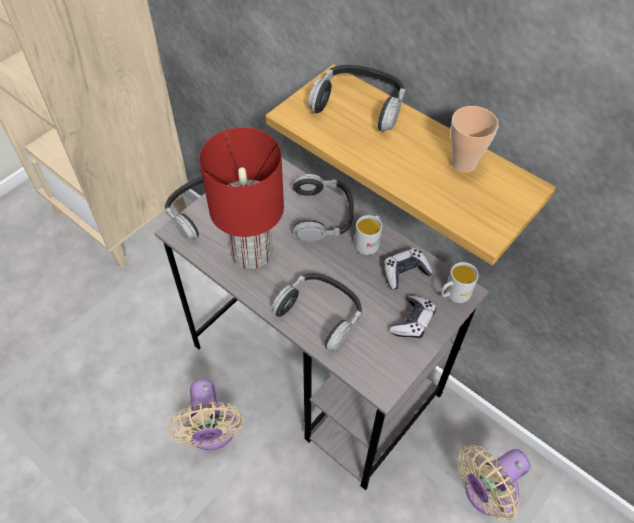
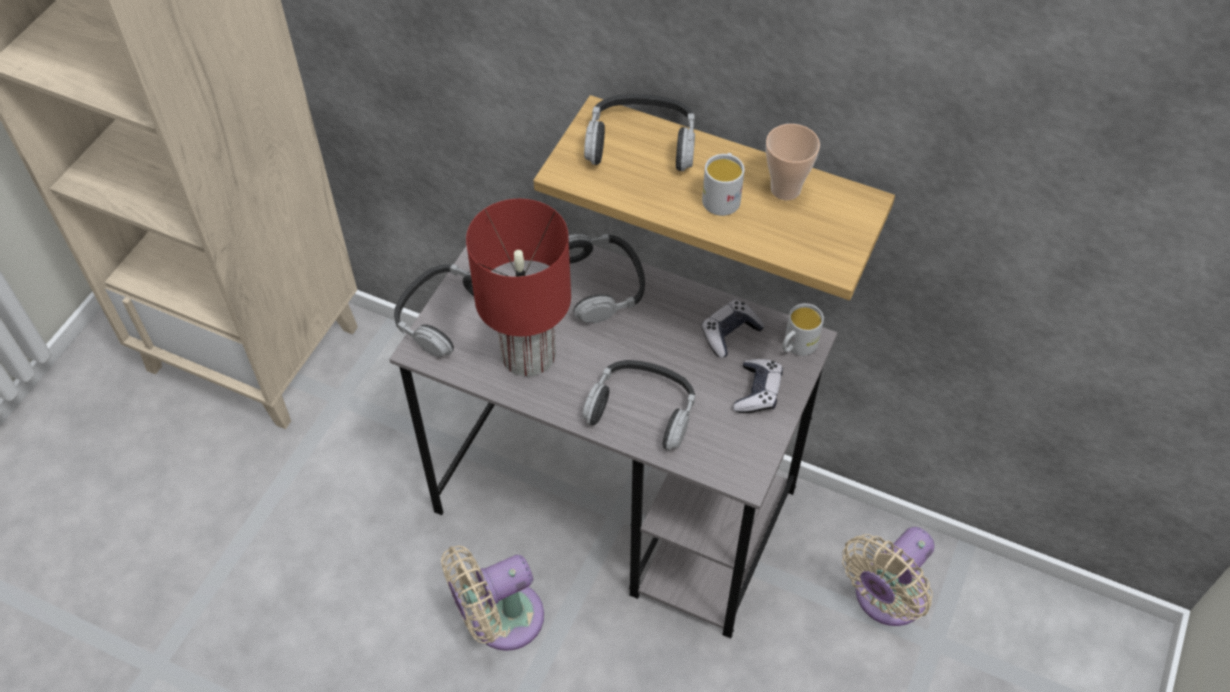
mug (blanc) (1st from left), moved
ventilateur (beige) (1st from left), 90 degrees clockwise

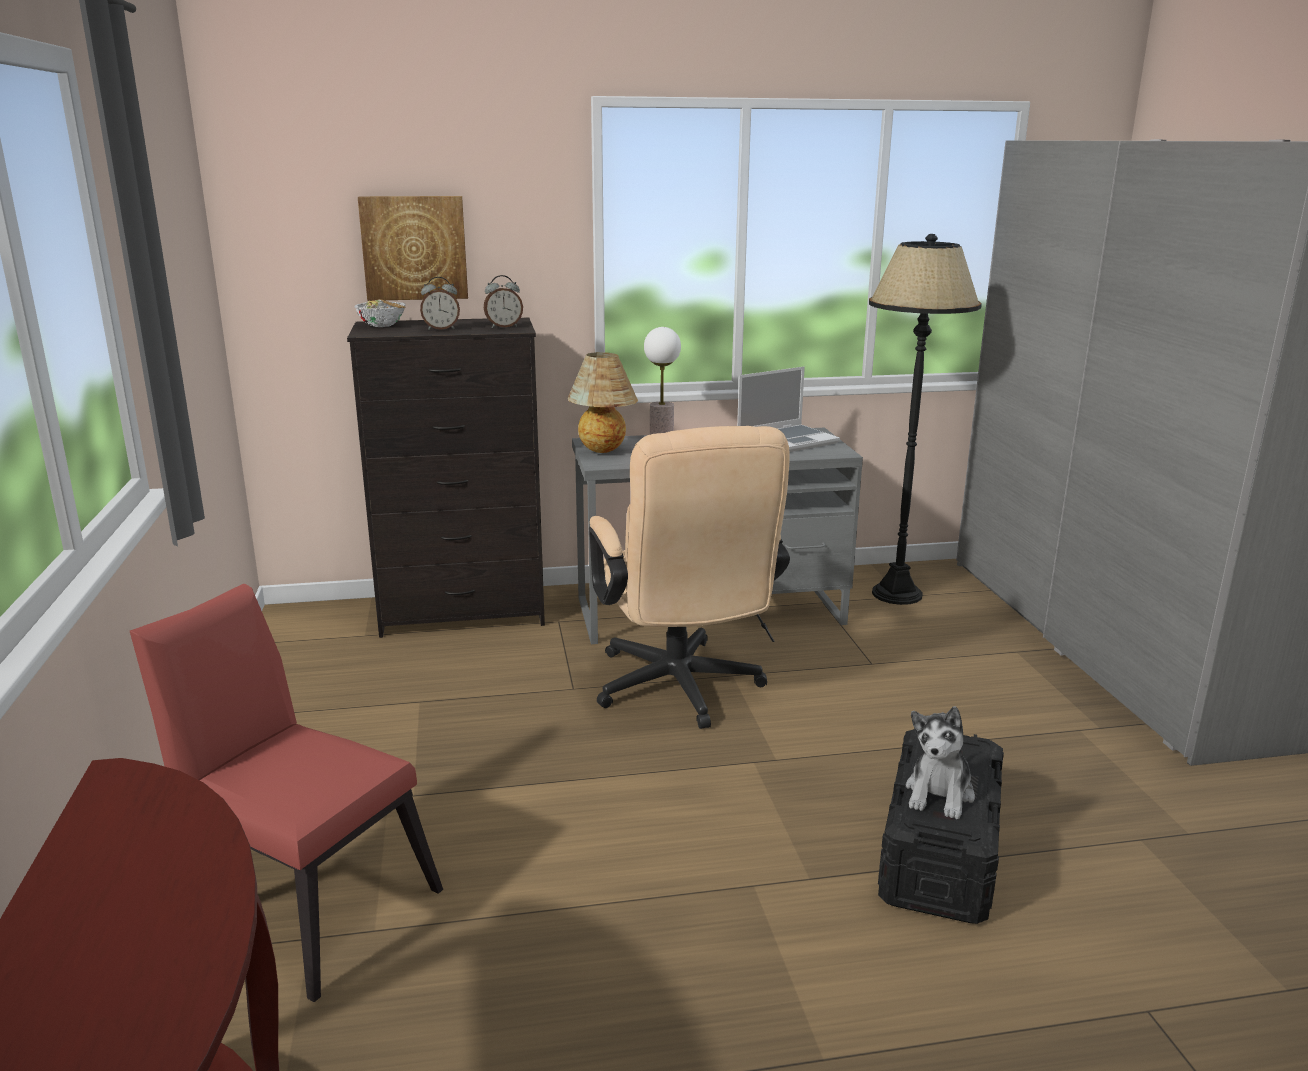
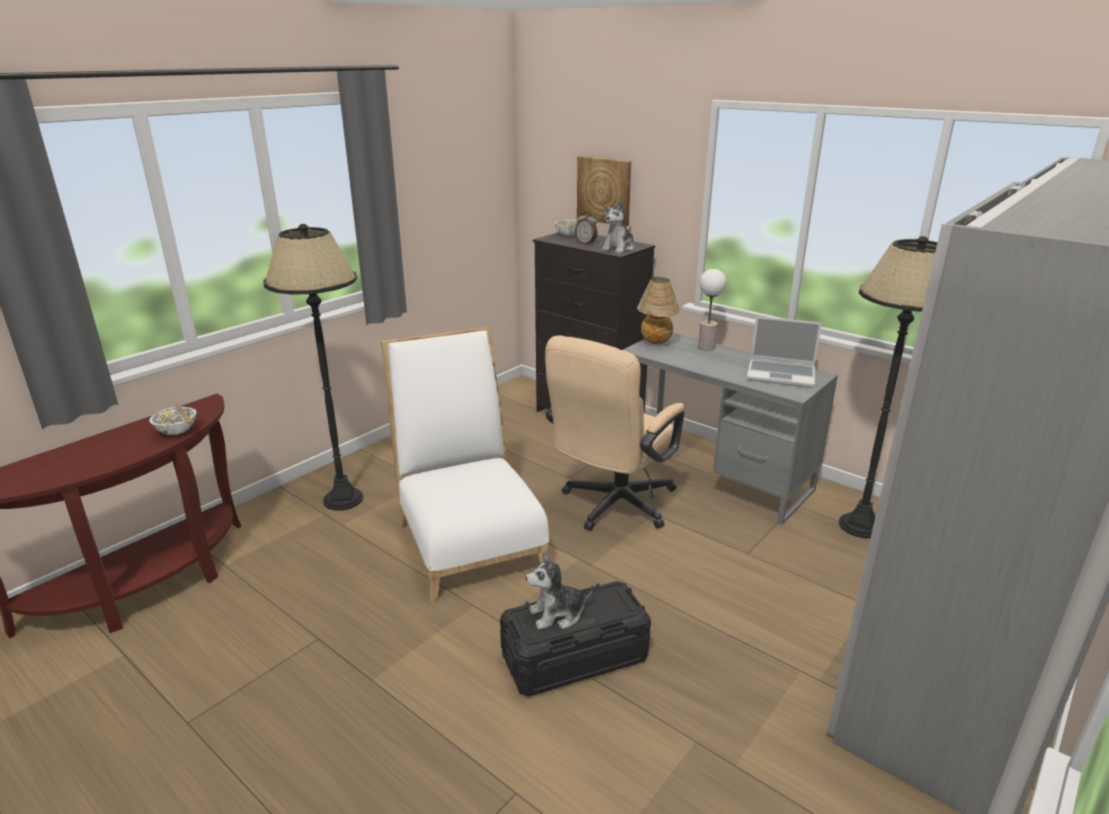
réveil (2nd from left) => peluche (2nd from left)
chaise (rouge) => lampadaire (noir) (1st from left)
nothing => chaise (blanc)
nothing => bol (1st from left)

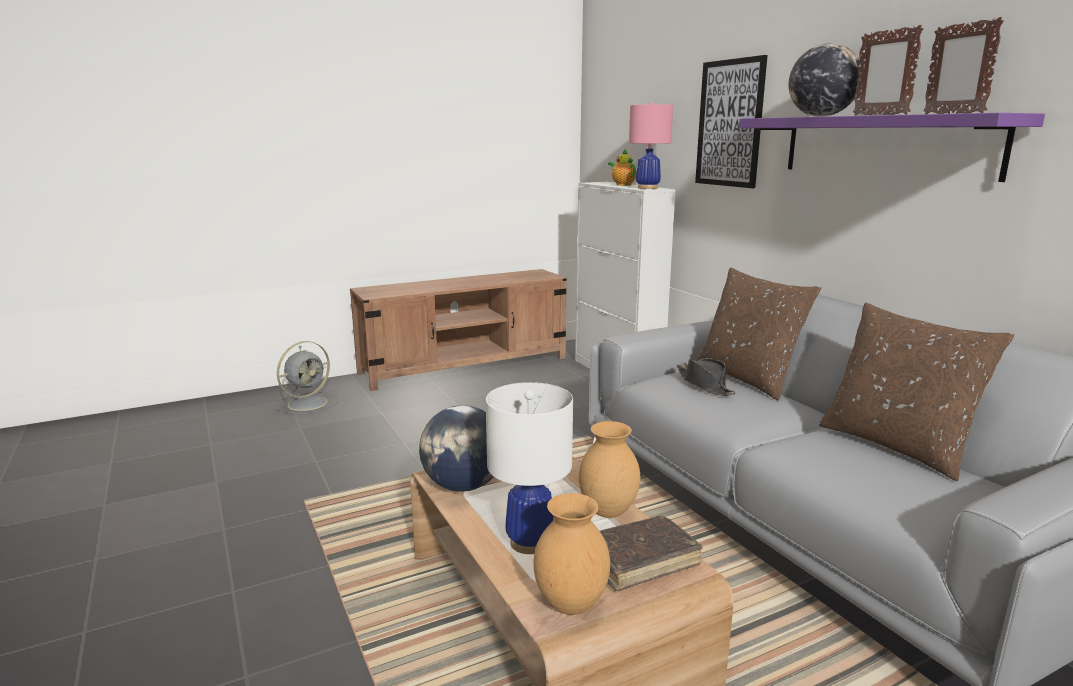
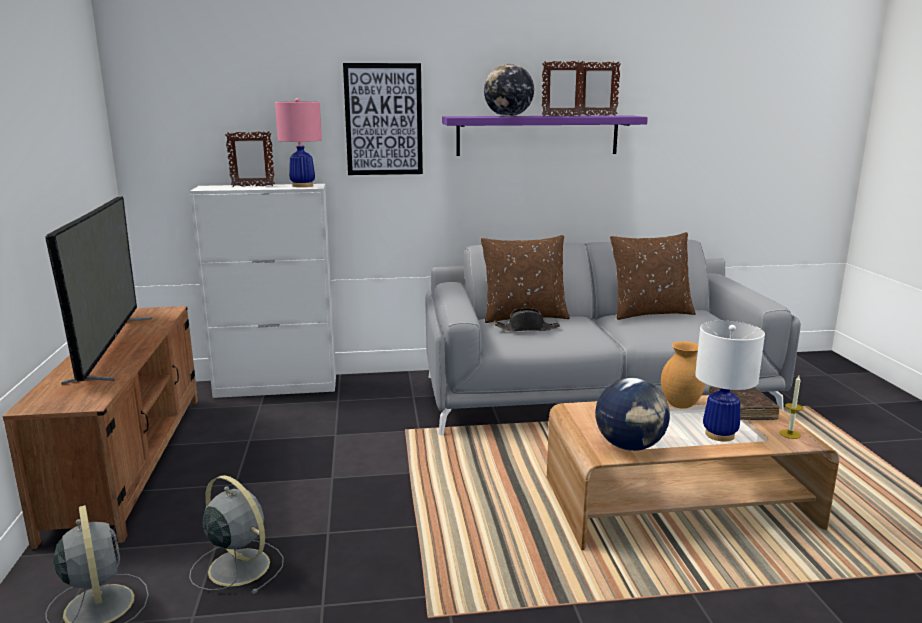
théière => cadre photo (1st from left)
vase (marron) (1st from left) => bougie
nothing => téléviseur
nothing => ventilateur (gris) (2nd from left)

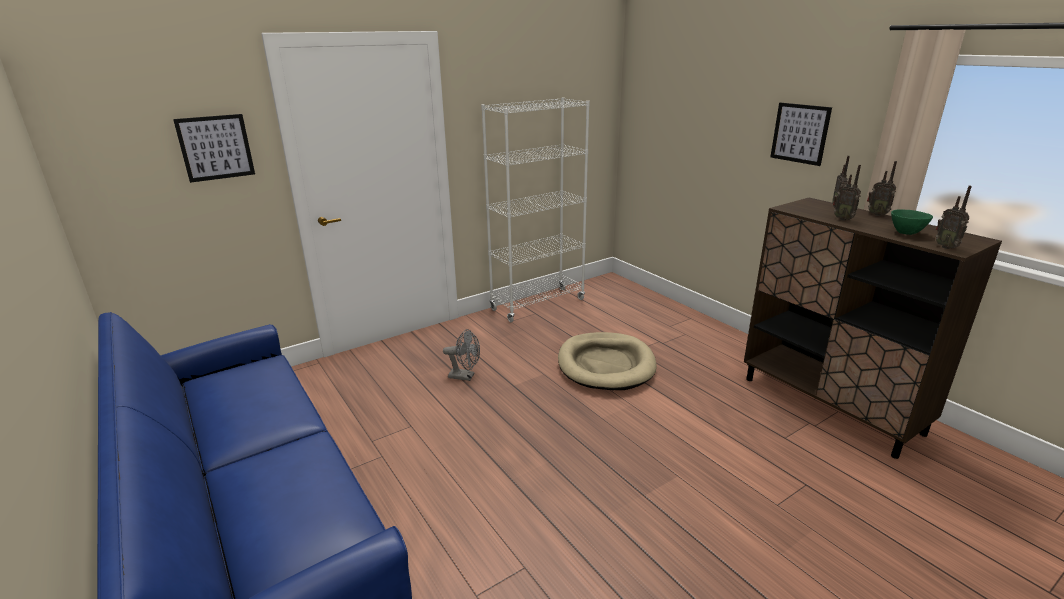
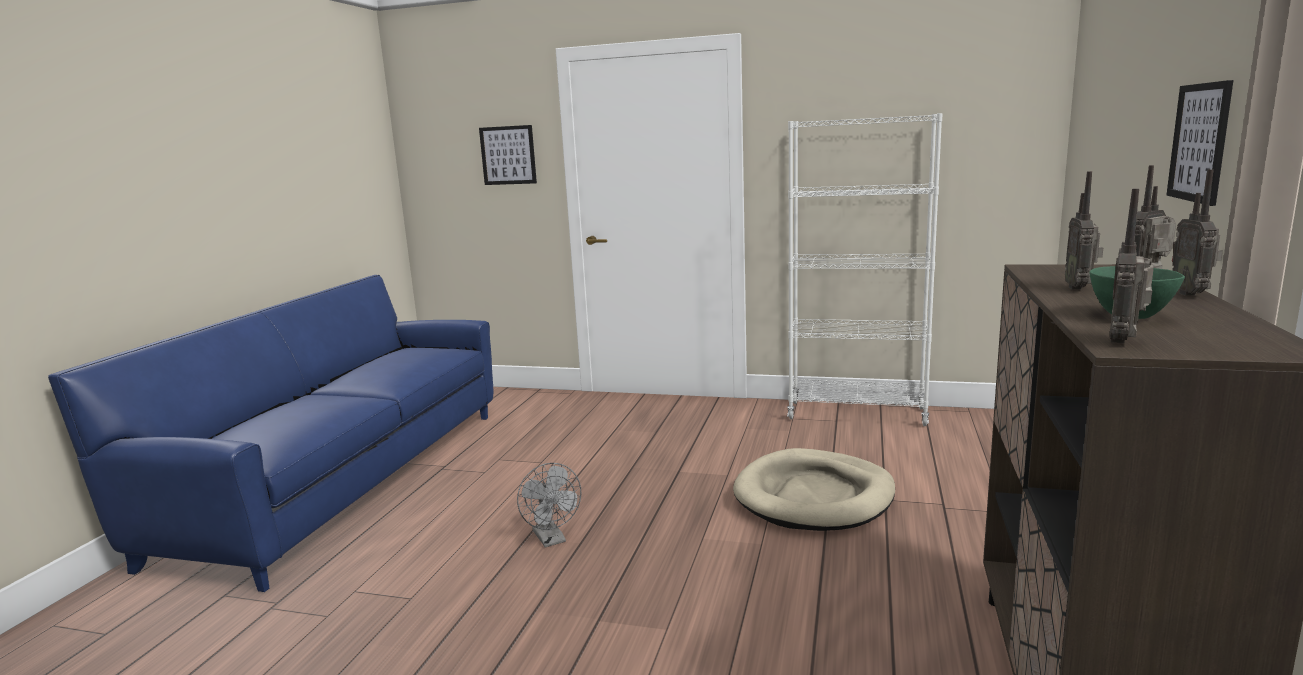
ventilateur (gris), moved

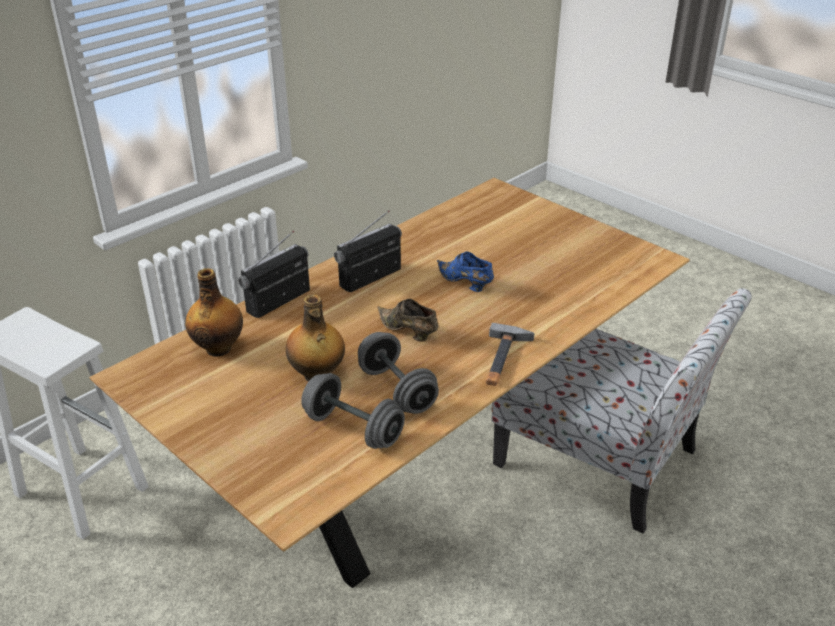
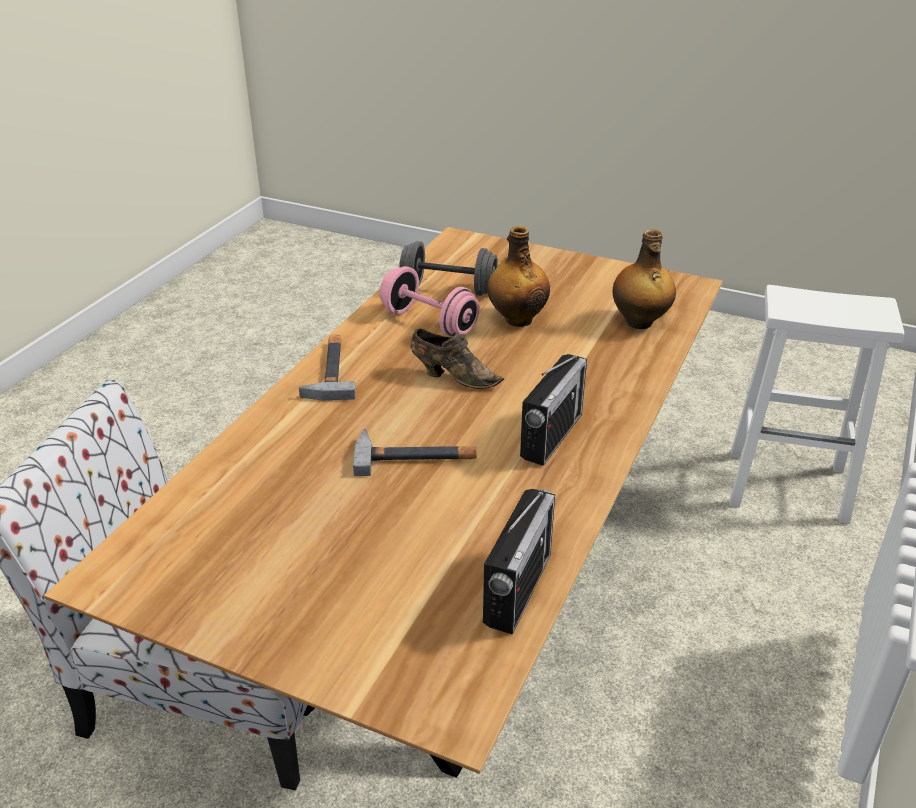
radio (1st from left), moved
chaussure (bleu) => marteau (2nd from left)
haltère (gris) (2nd from left) => haltère (rose)

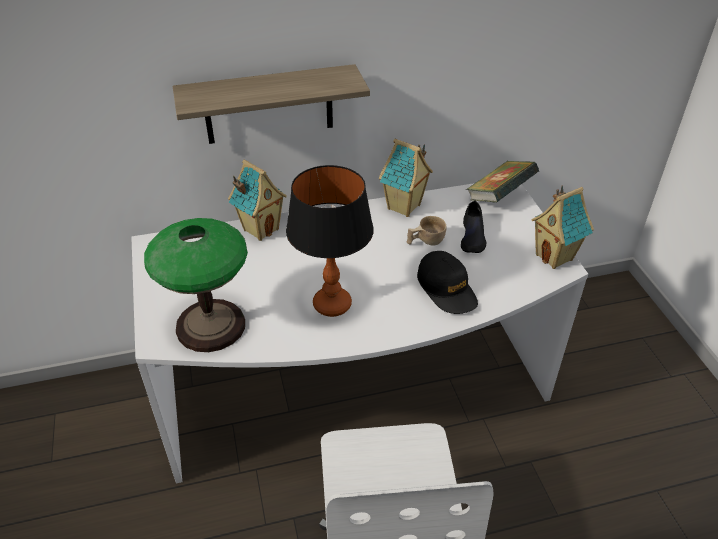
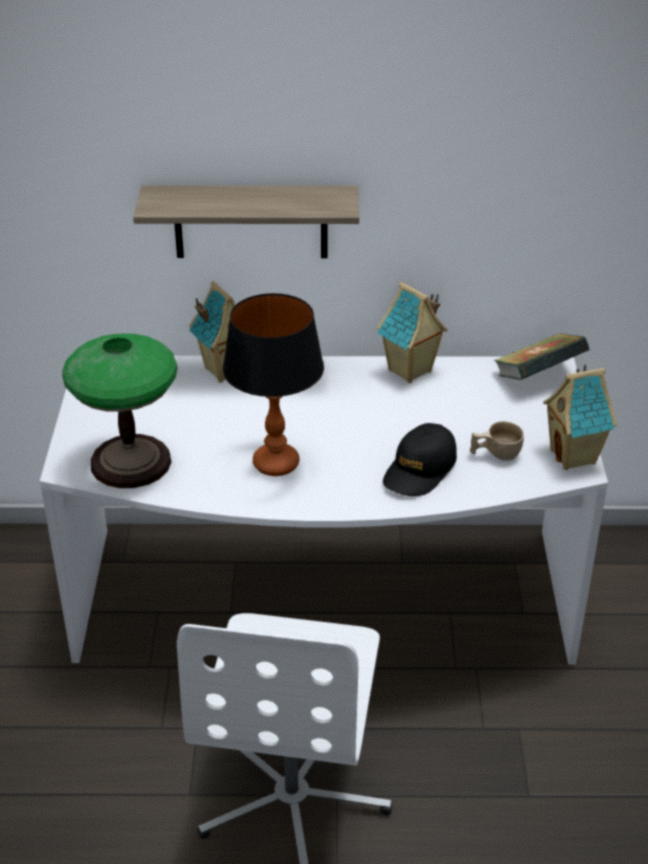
chaussure (noir) => nothing
tasse (beige), moved
casquette (noir), 45 degrees clockwise

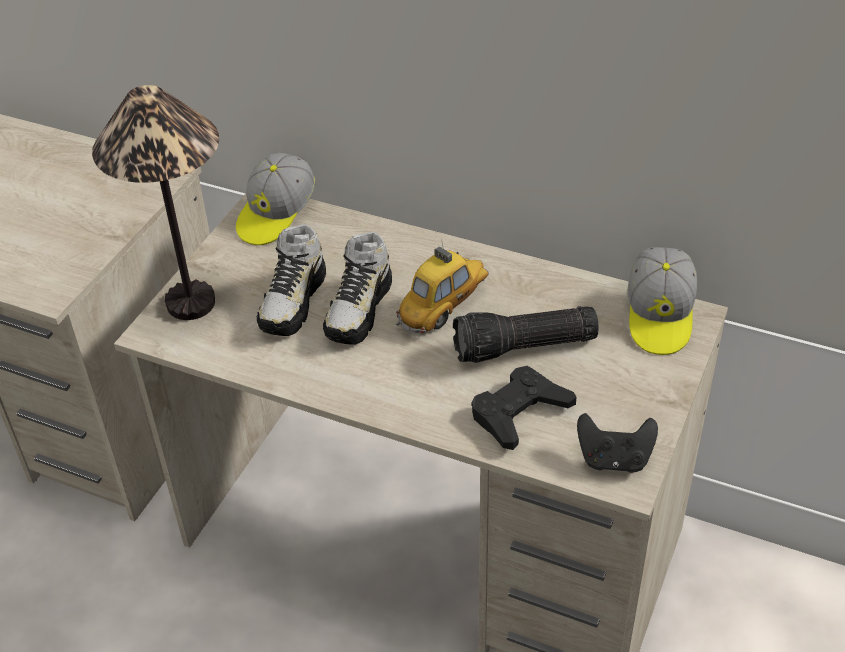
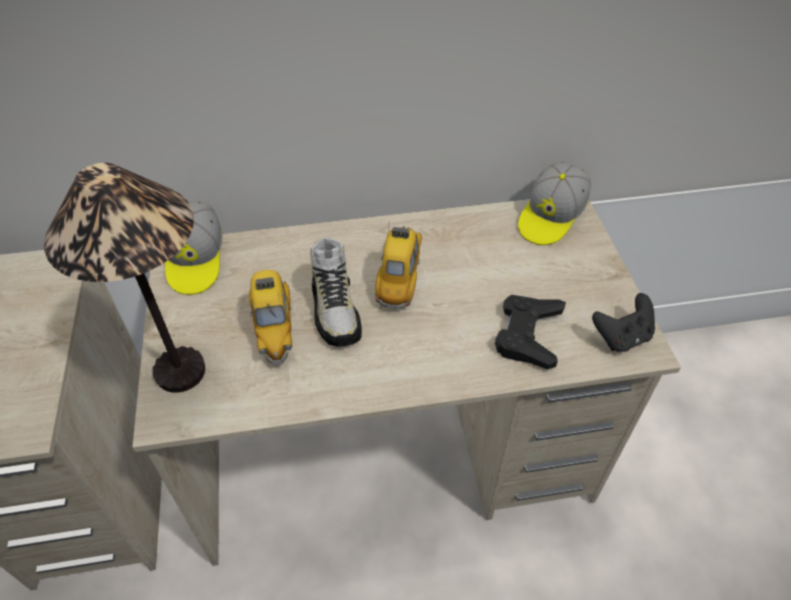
chaussure (1st from left) => petite voiture (1st from left)
casquette (2nd from left), 60 degrees clockwise
lampe de poche => nothing

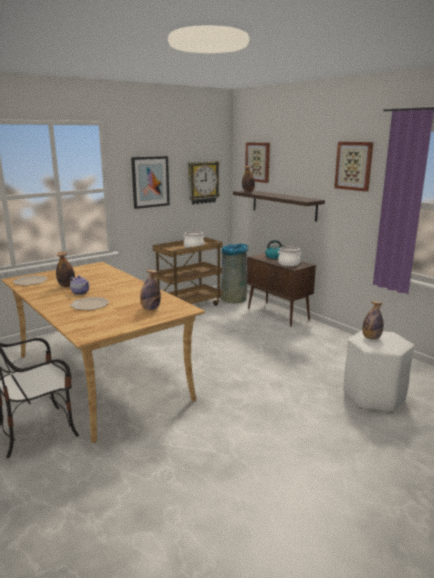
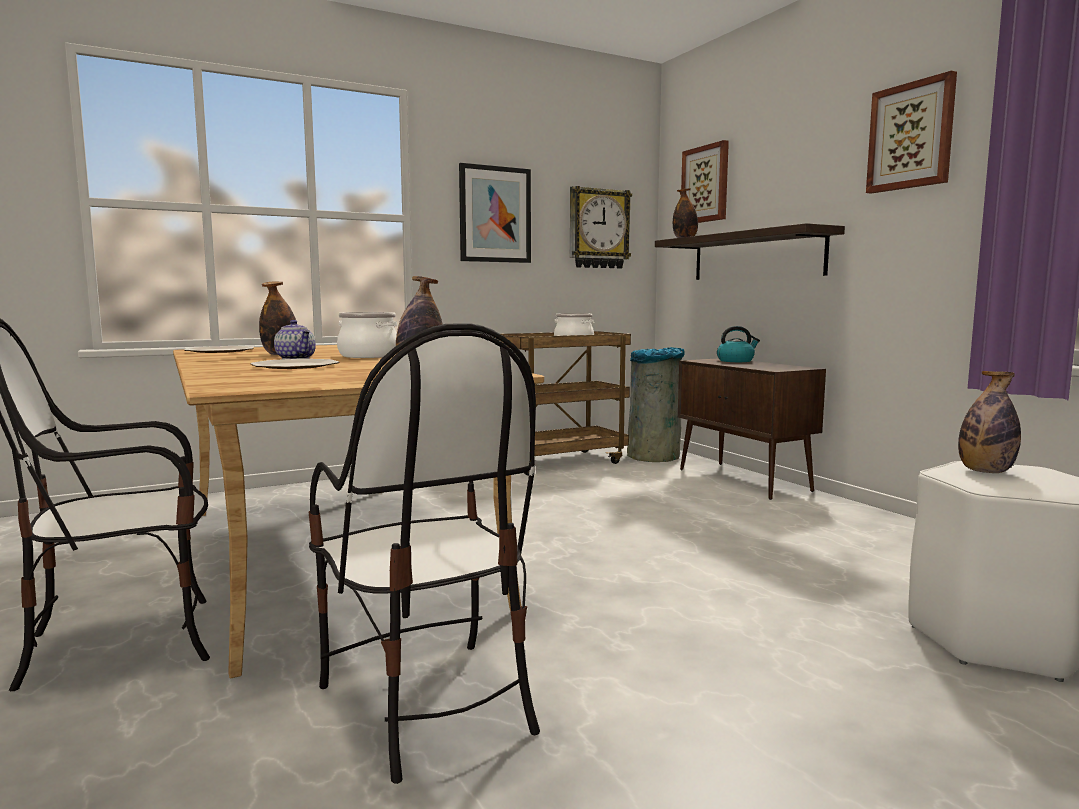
marmite (2nd from left in the first image) => marmite (1st from left), moved
nothing => chaise (2nd from left)

